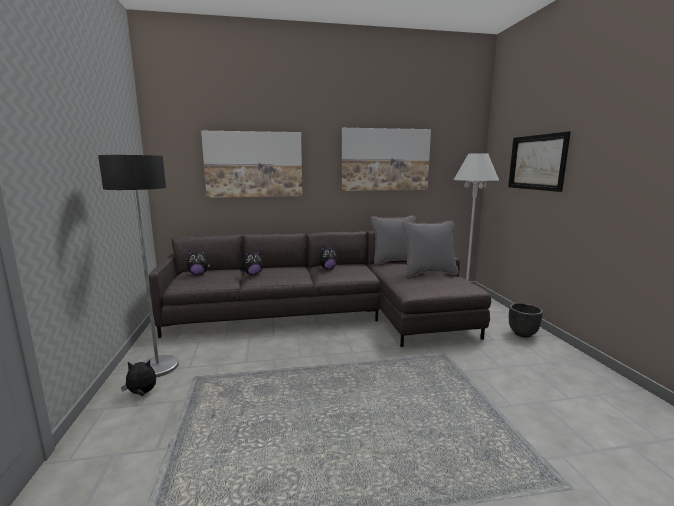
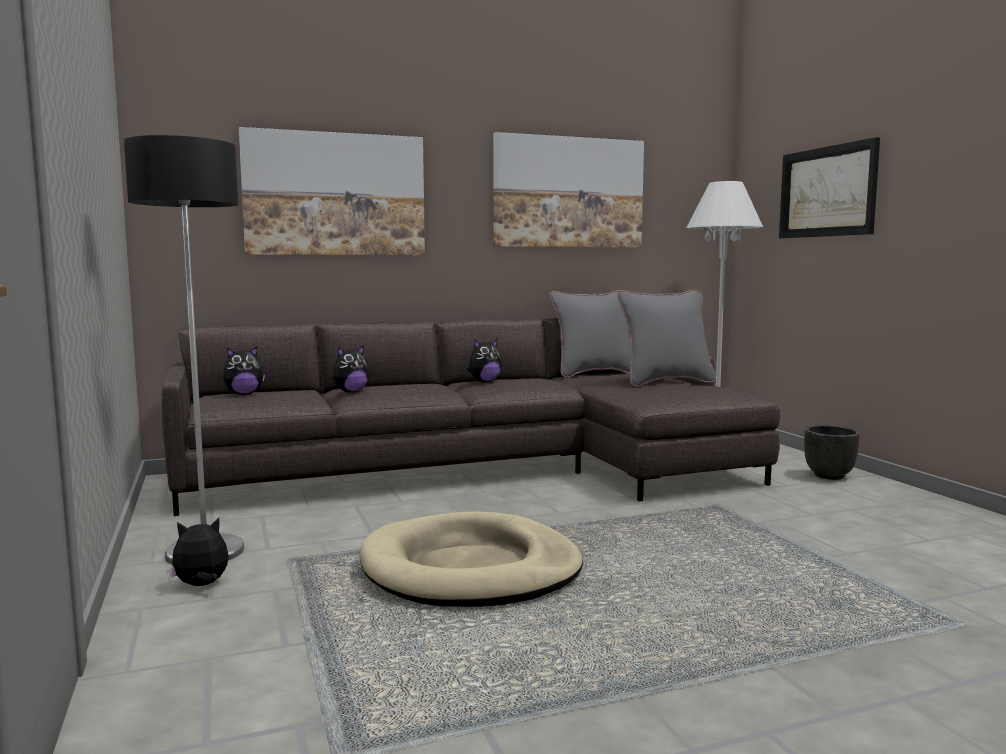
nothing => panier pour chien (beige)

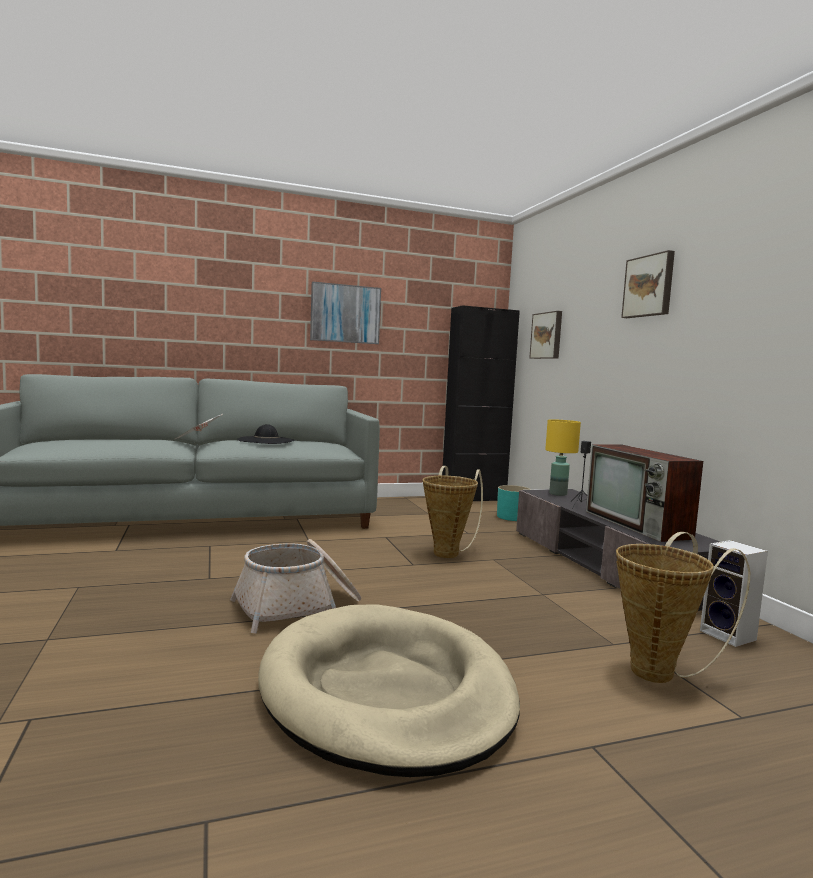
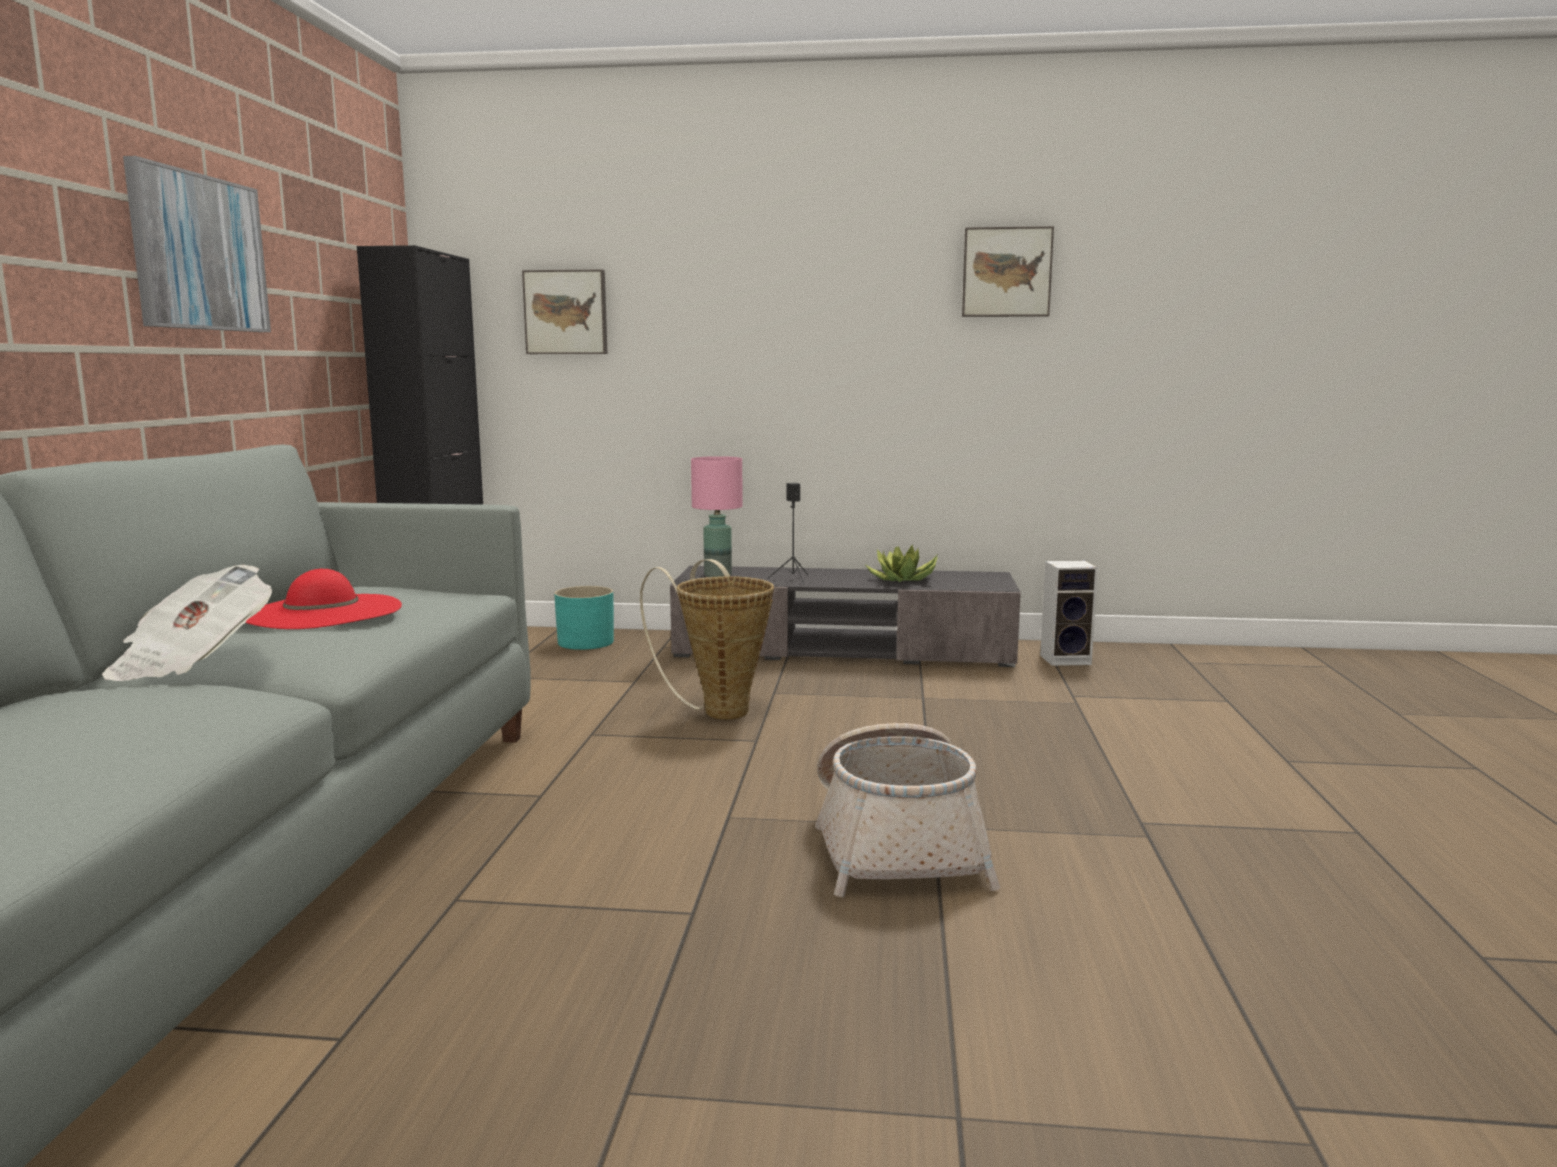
tableau (3rd from left), moved
lampe de table (jaune) => lampe de table (rose)
chapeau (noir) => chapeau (rouge)
téléviseur => plante en pot
panier (3rd from left) => nothing
panier pour chien (beige) => nothing

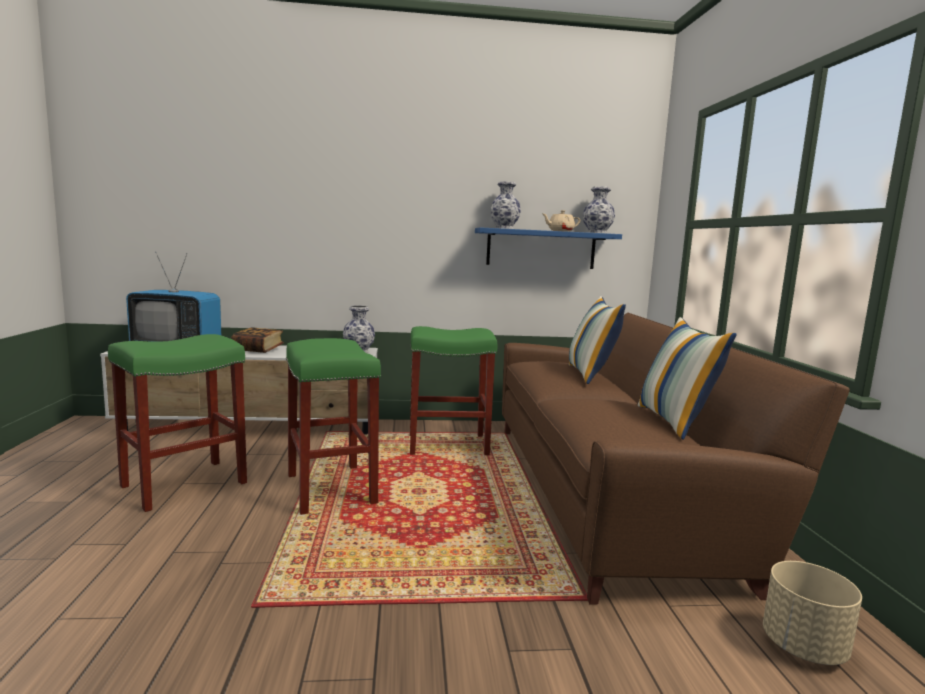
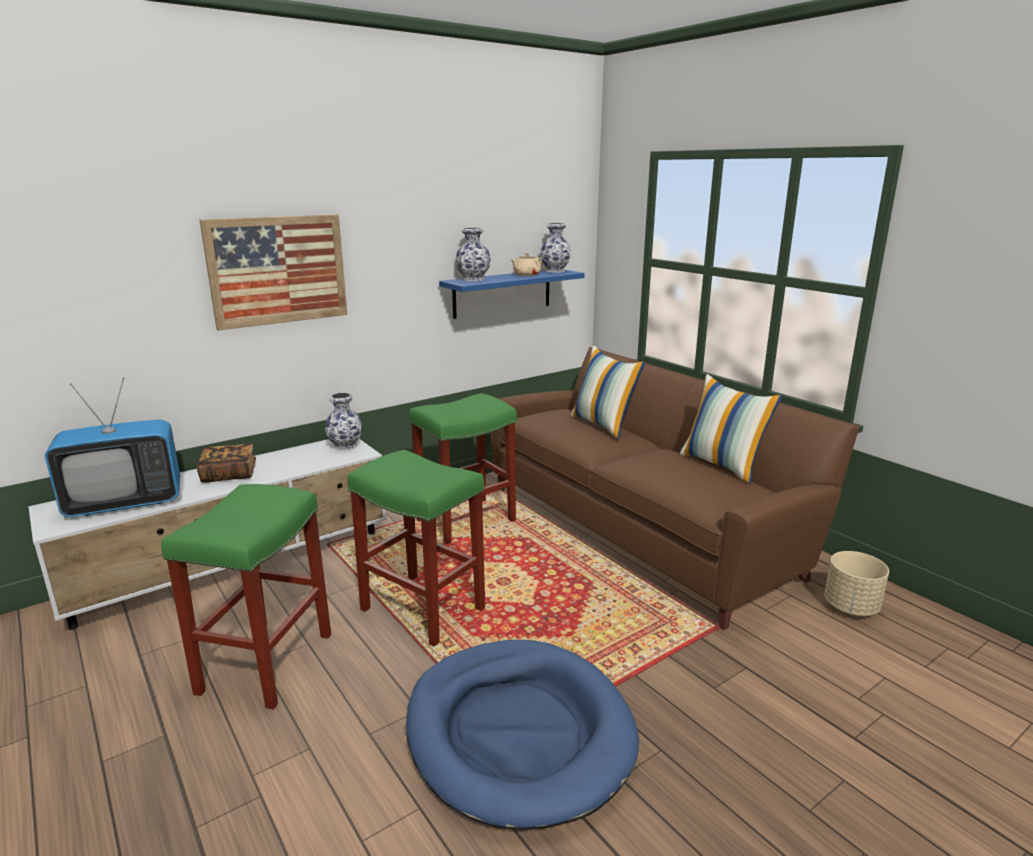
nothing => tableau
nothing => panier pour chien (bleu)

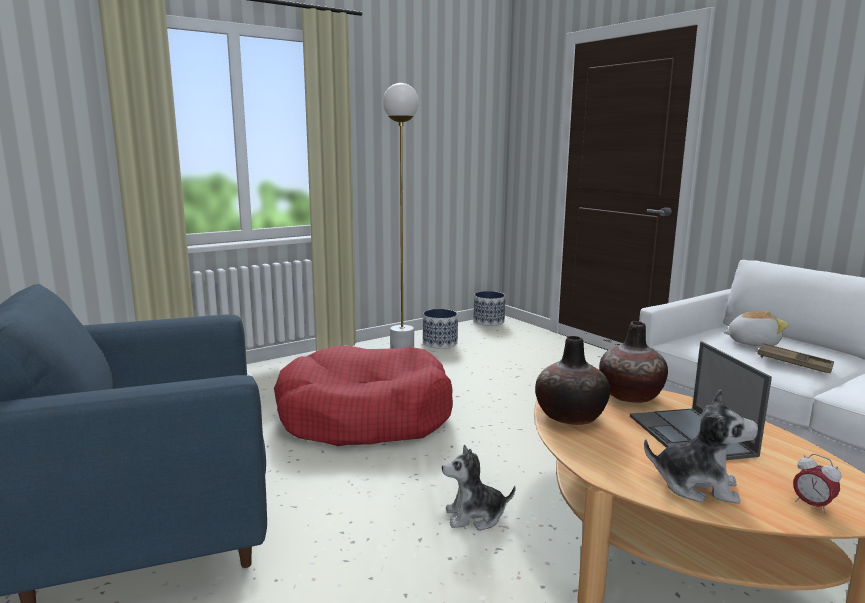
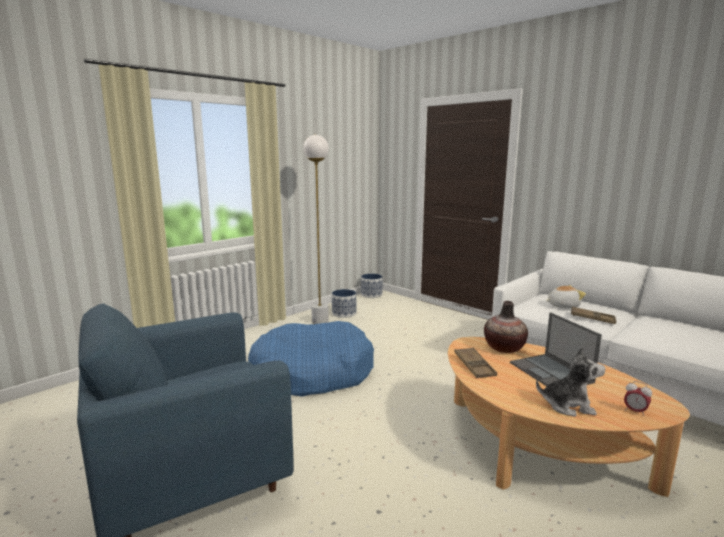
vase (1st from left) => plateau (marron) (1st from left)
panier pour chien (rouge) => panier pour chien (bleu)
peluche (1st from left) => nothing

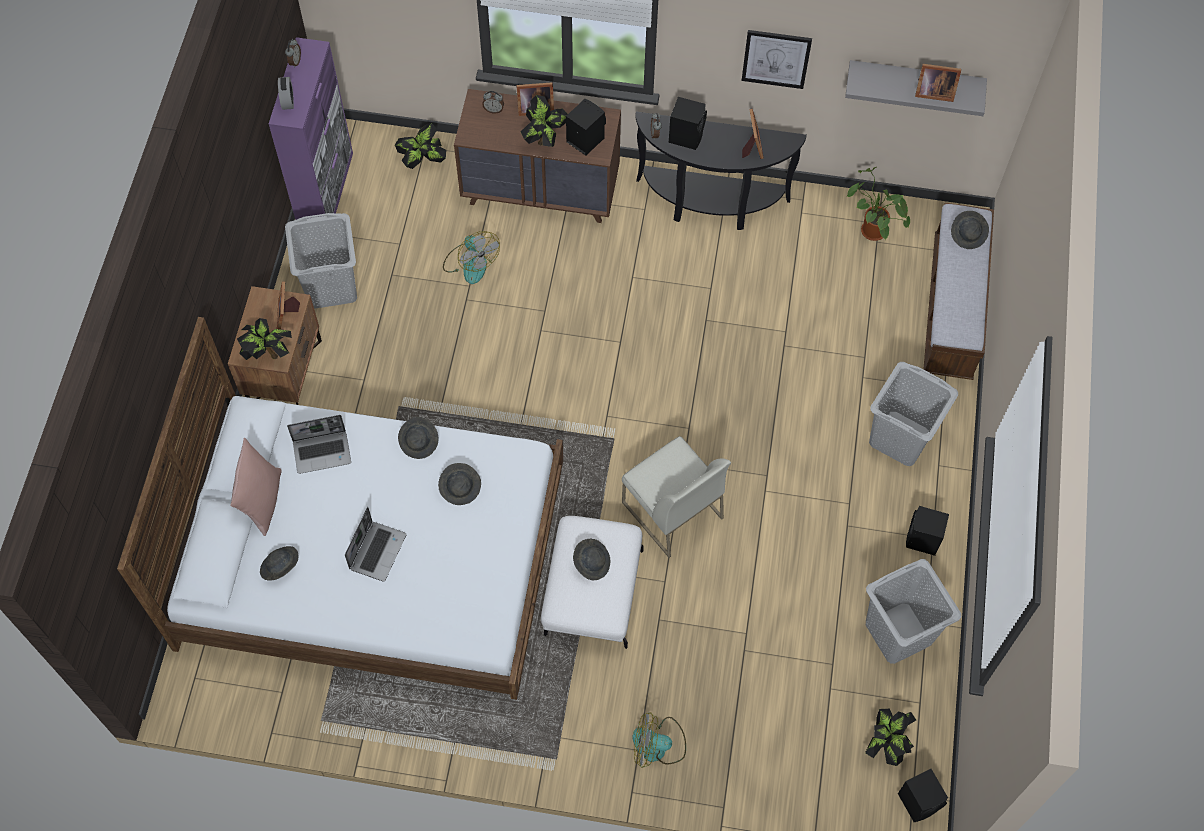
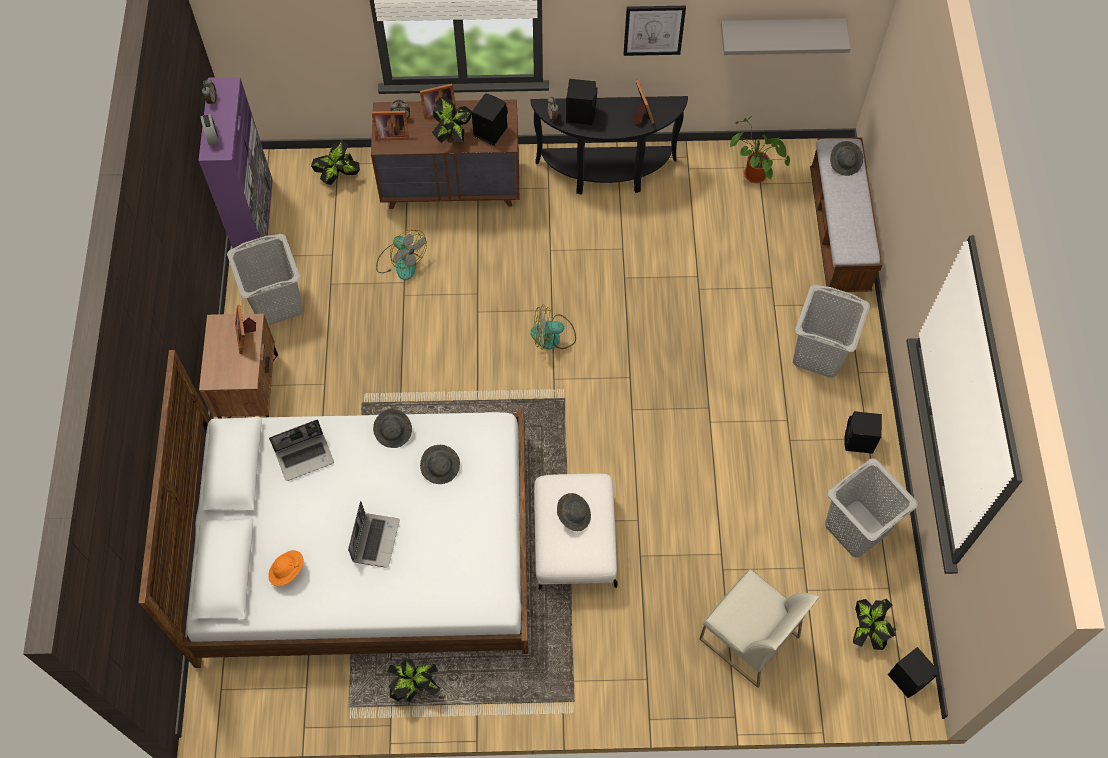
cadre photo (4th from left in the first image) => cadre photo (2nd from left), moved
plante en pot (1st from left in the first image) => plante en pot (2nd from left), moved
chaise (blanc), moved
coussin (rose) => nothing
chapeau (gris) (1st from left) => chapeau (orange)
ventilateur (2nd from left), moved

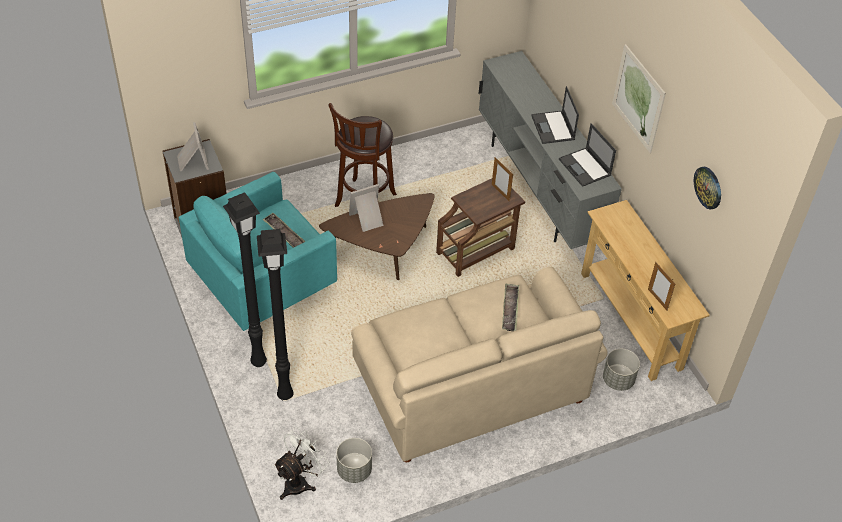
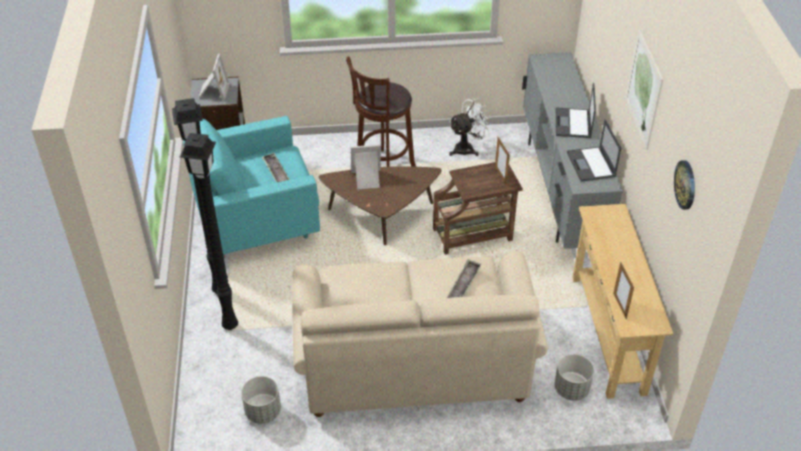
ventilateur (blanc), moved

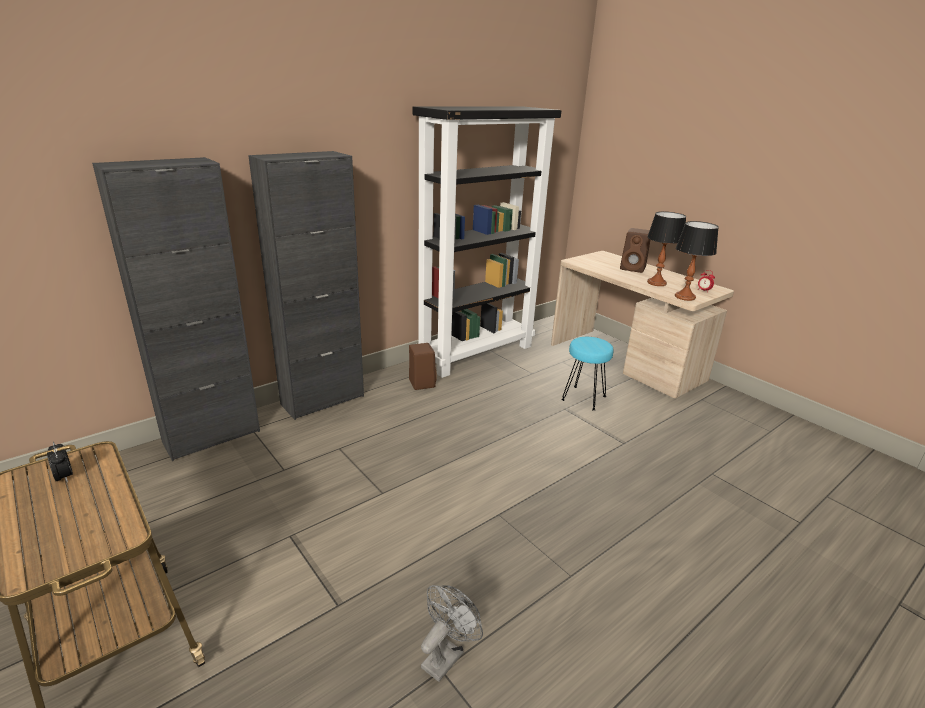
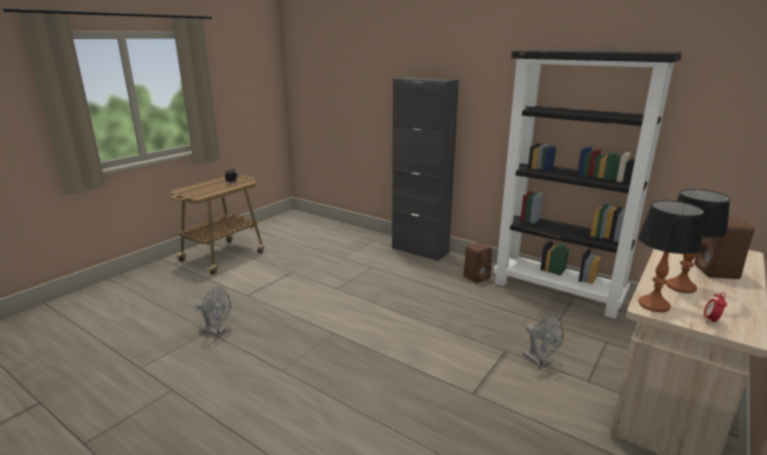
meuble de rangement (noir) (1st from left) => nothing
tabouret (turquoise) => ventilateur (gris) (2nd from left)

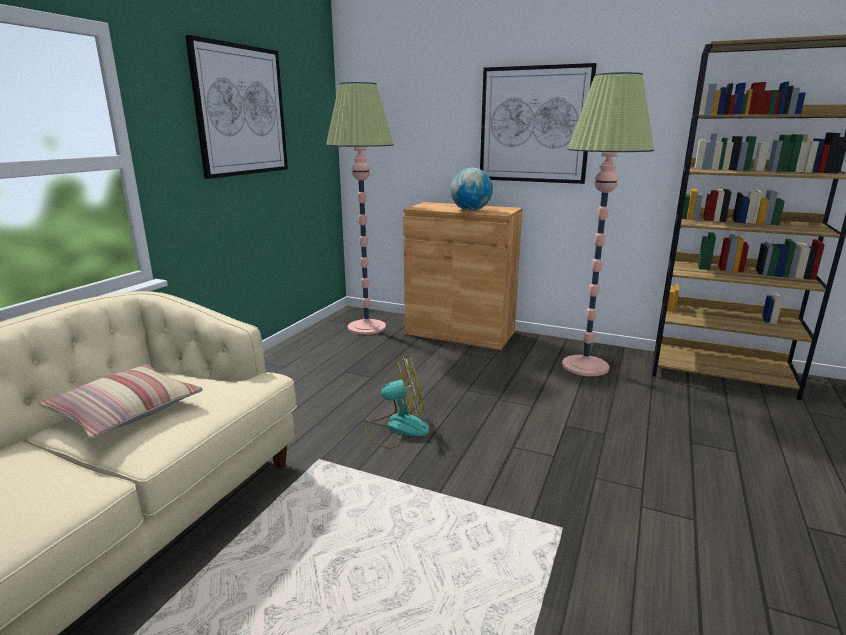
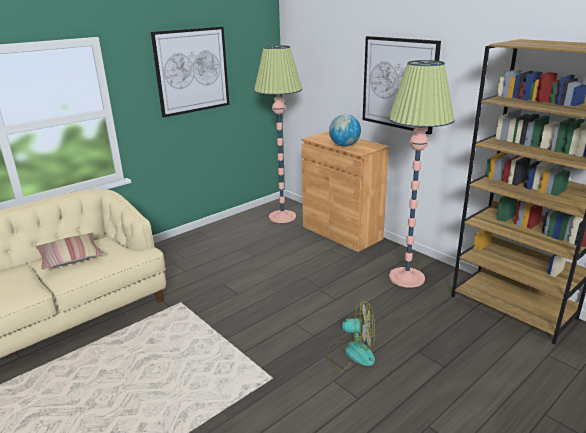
ventilateur, moved

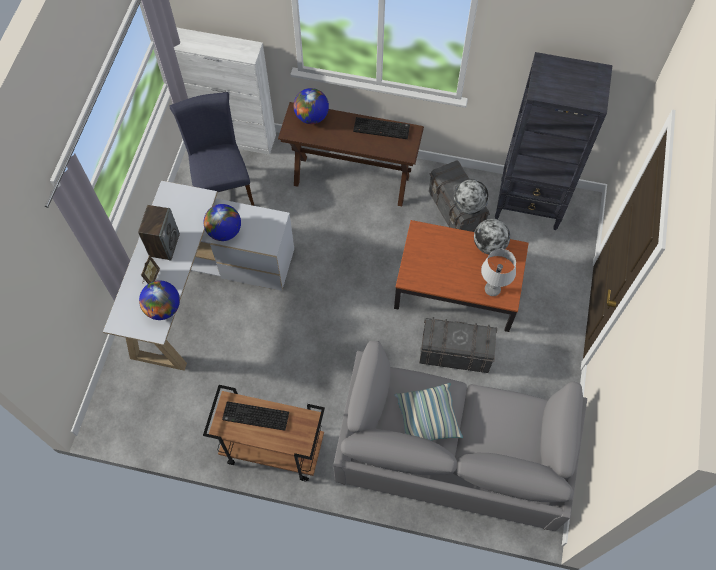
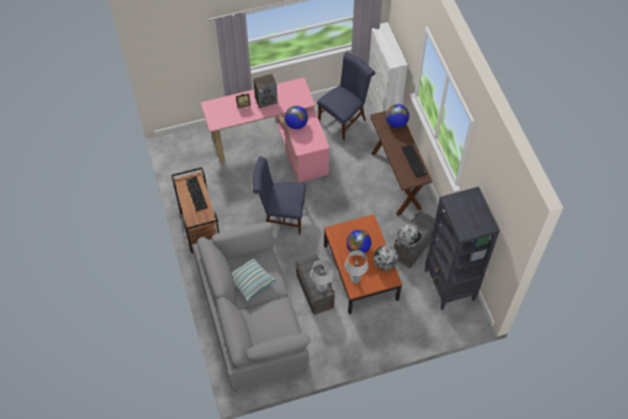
bureau (blanc) => bureau (rose)
globe (1st from left in the first image) => globe (2nd from left), moved
nothing => chaise (bleu) (1st from left)
nothing => lampe de table (gris) (1st from left)

